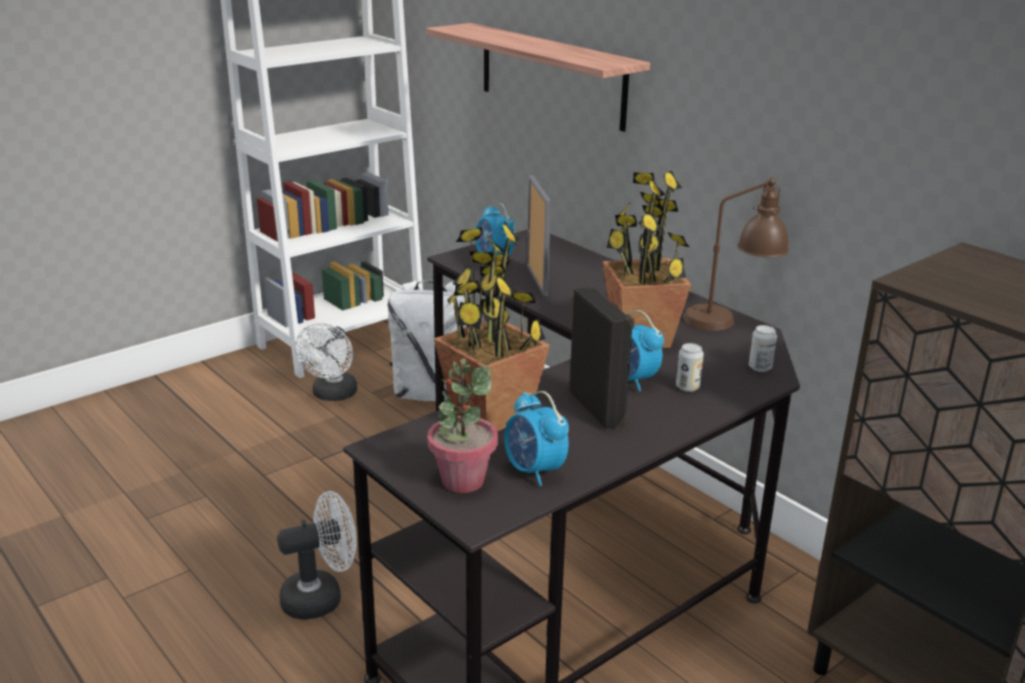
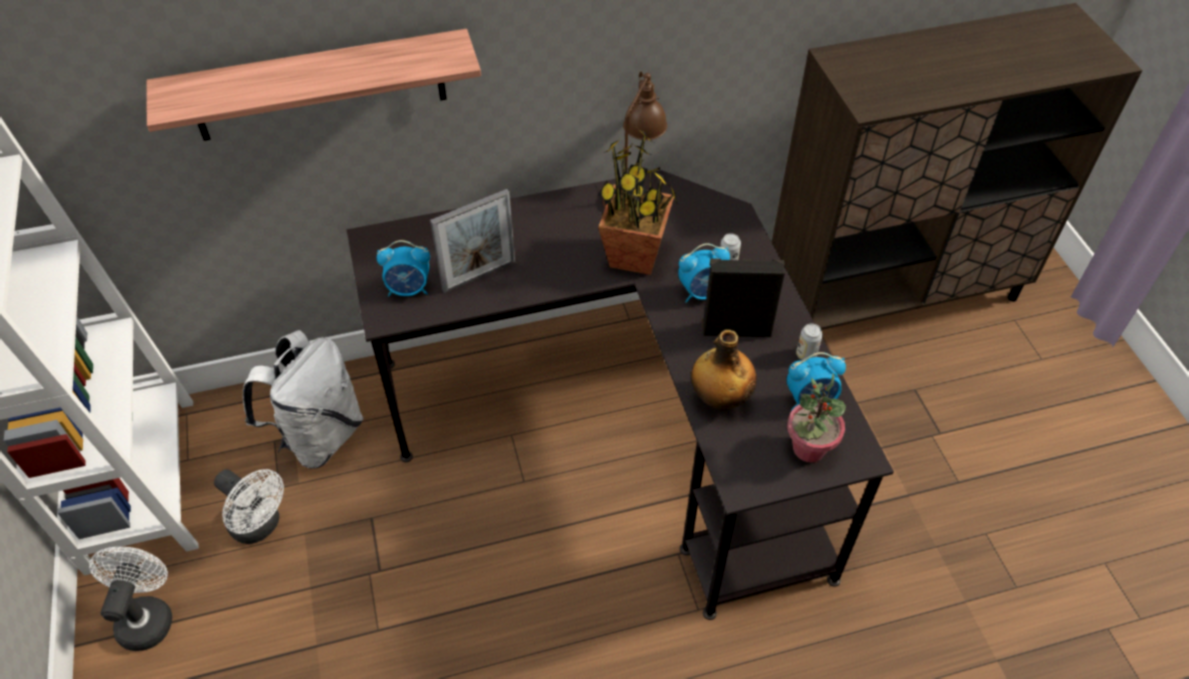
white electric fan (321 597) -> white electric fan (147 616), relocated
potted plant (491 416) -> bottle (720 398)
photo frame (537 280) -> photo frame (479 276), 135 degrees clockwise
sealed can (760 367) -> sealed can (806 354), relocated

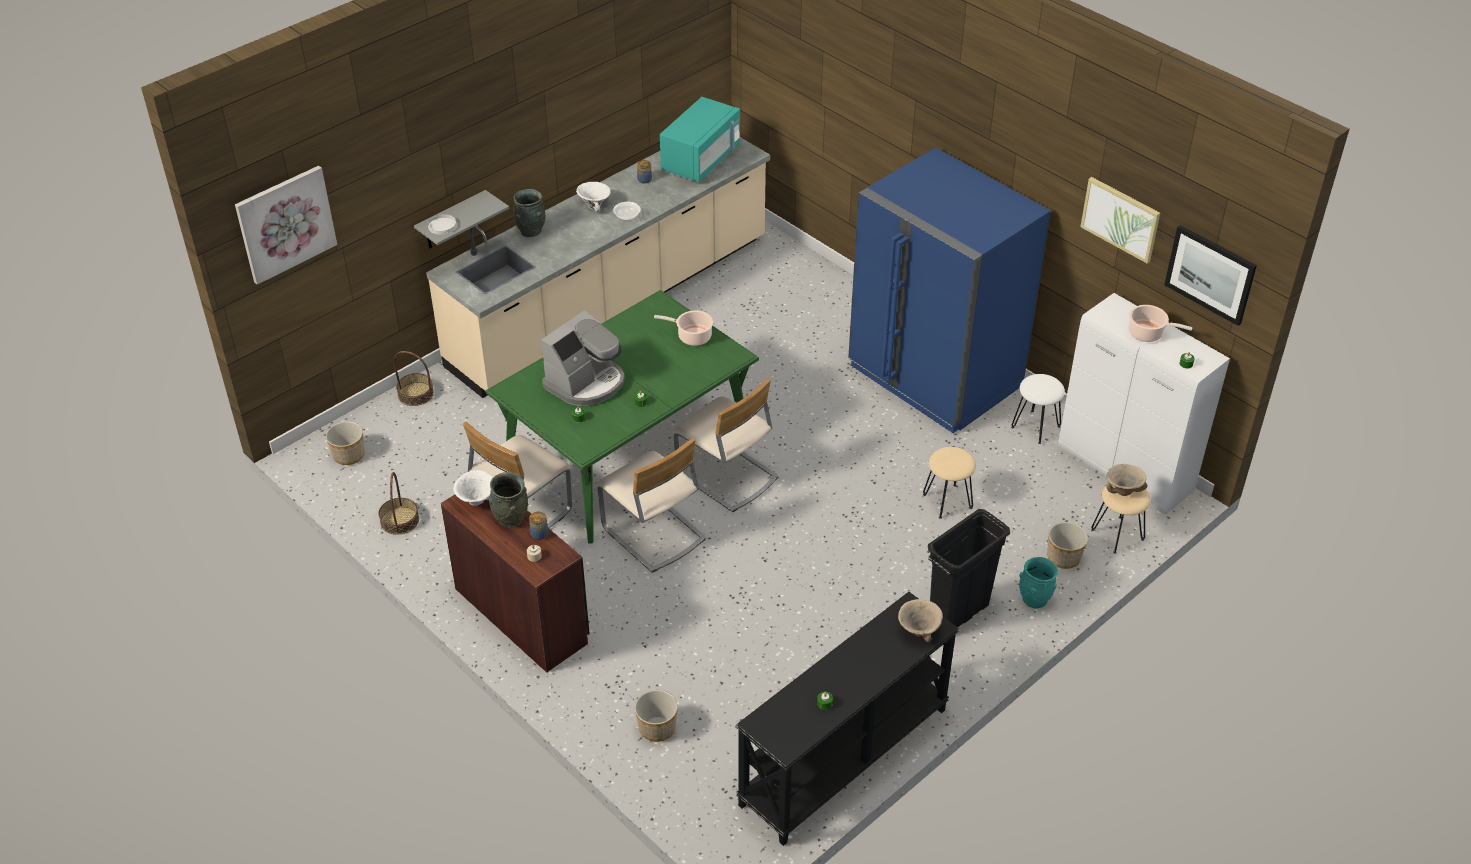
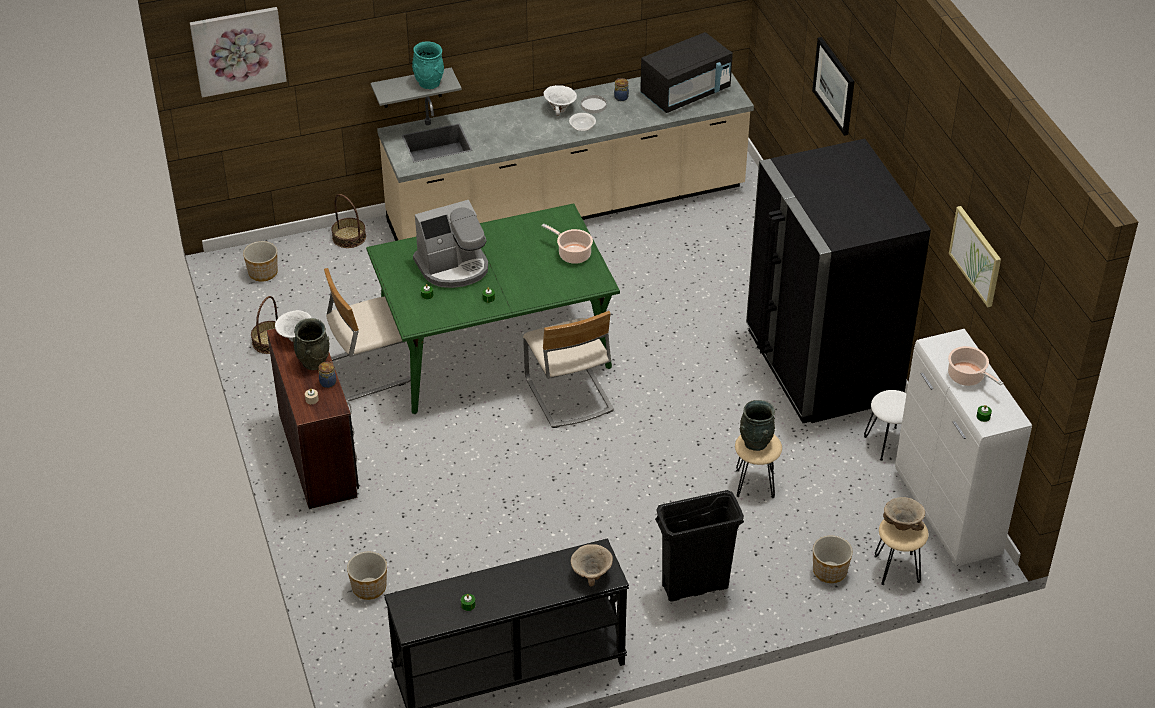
white flat dish (442 225) -> white flat dish (593 105), relocated
greyish flower vase (531 231) -> greyish flower vase (756 443), relocated
beige-coloured plain chair (653 534) -> none
blue-green kitchen microwave (701 160) -> black-coloured kitchen microwave (685 93)
bluish kitchen fridge (934 377) -> black-coloured kitchen fridge (822 366)
blue-green flower vase (1034 600) -> blue-green flower vase (428 83), relocated
wall art (1210 274) -> wall art (834 85), relocated

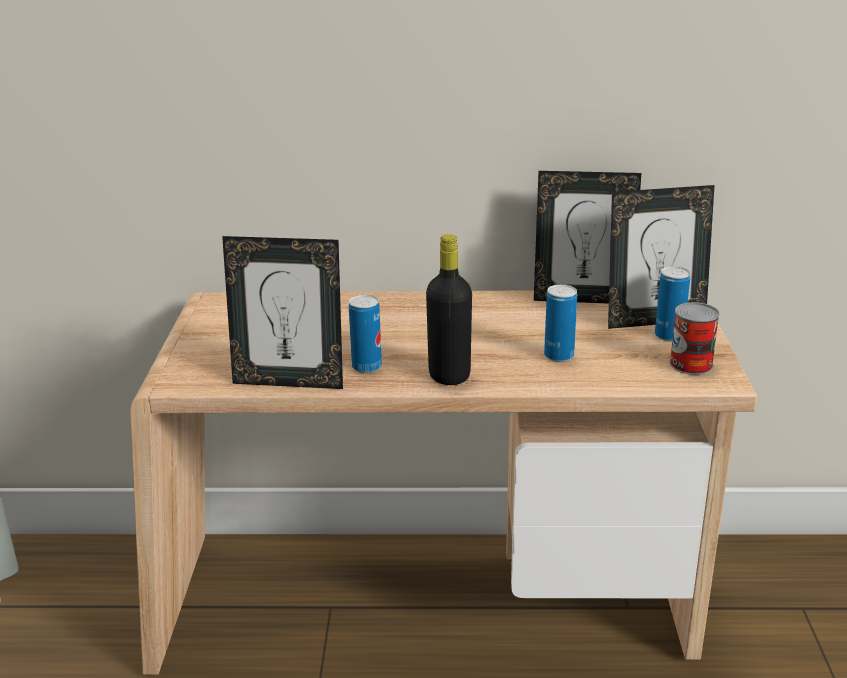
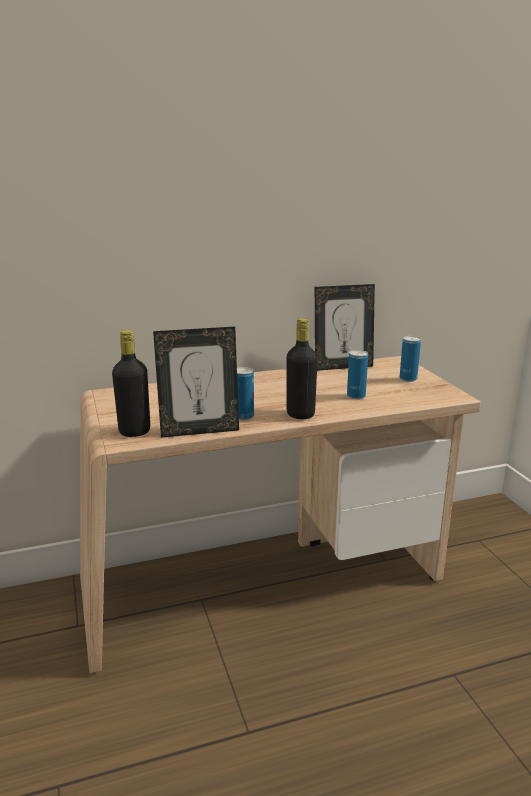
photo frame (654 320) -> none
sealed can (691 364) -> none
none -> black-coloured bottle (134 431)

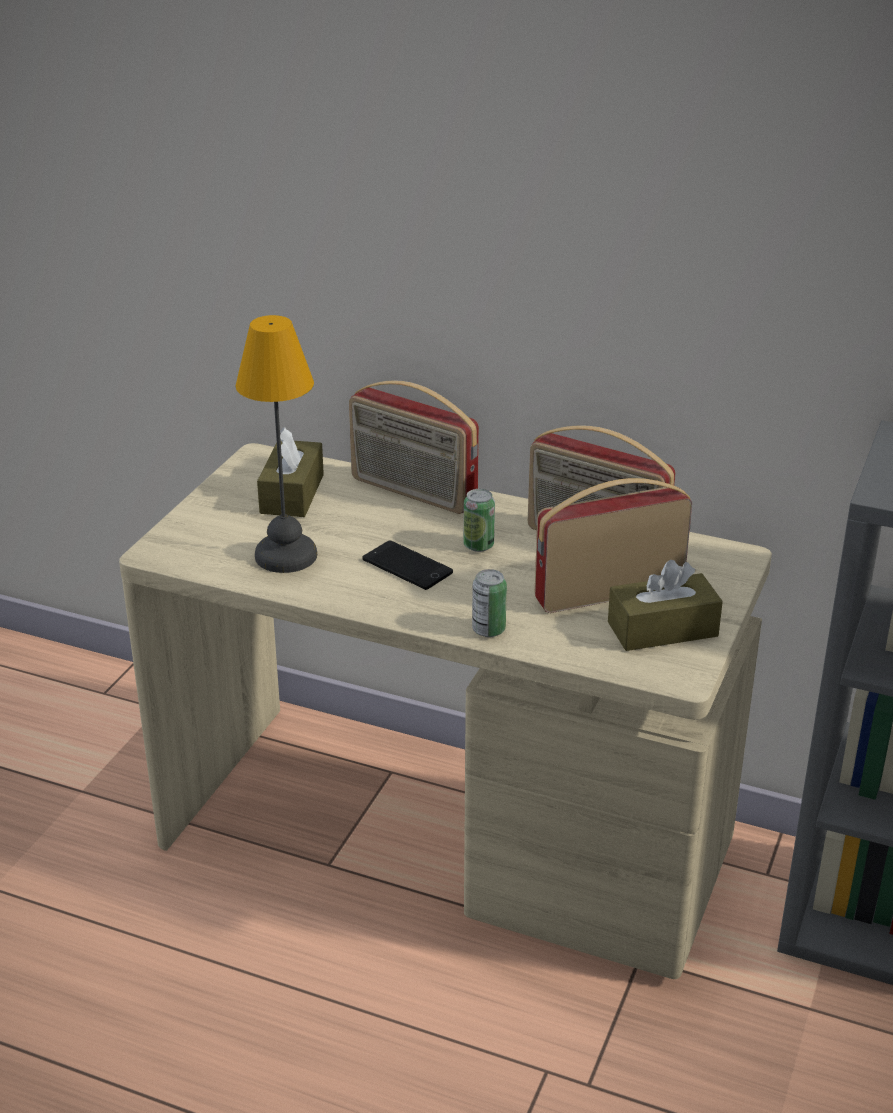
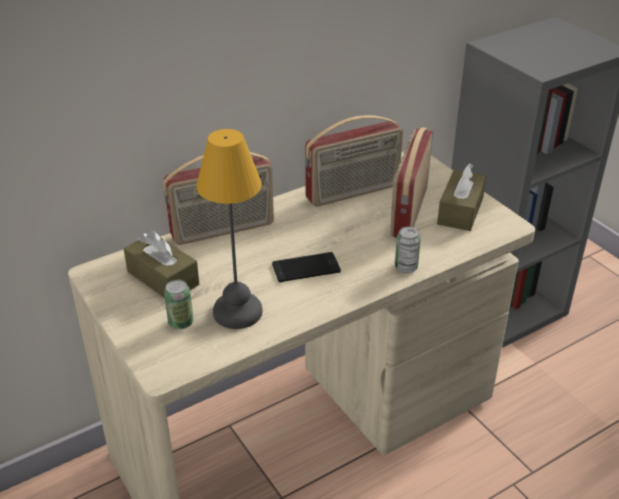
sealed can (478 545) -> sealed can (181 322), relocated

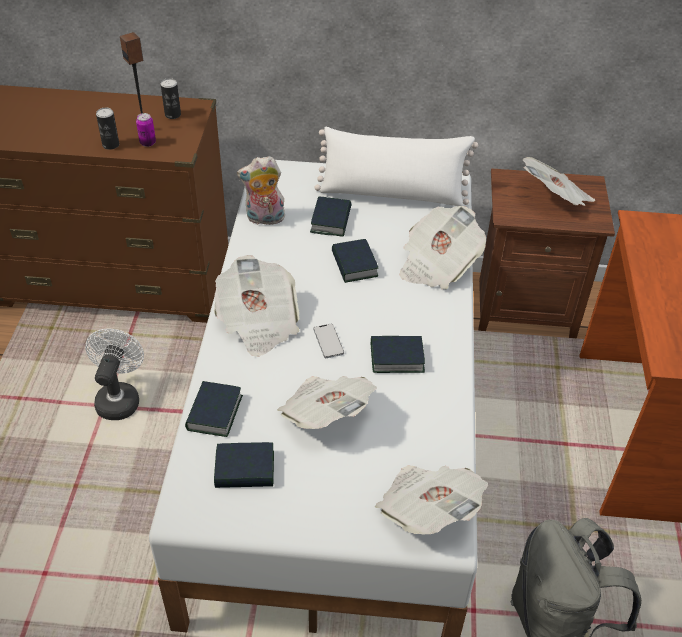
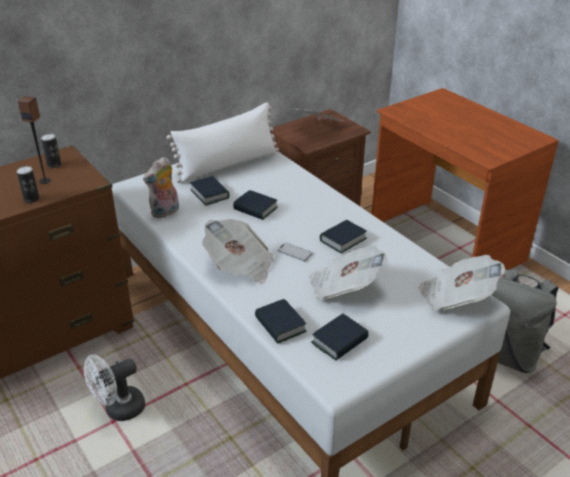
white electric fan (119 398) -> white electric fan (119 410), 90 degrees counterclockwise
sealed can (148 143) -> none
newspaper (437 265) -> none

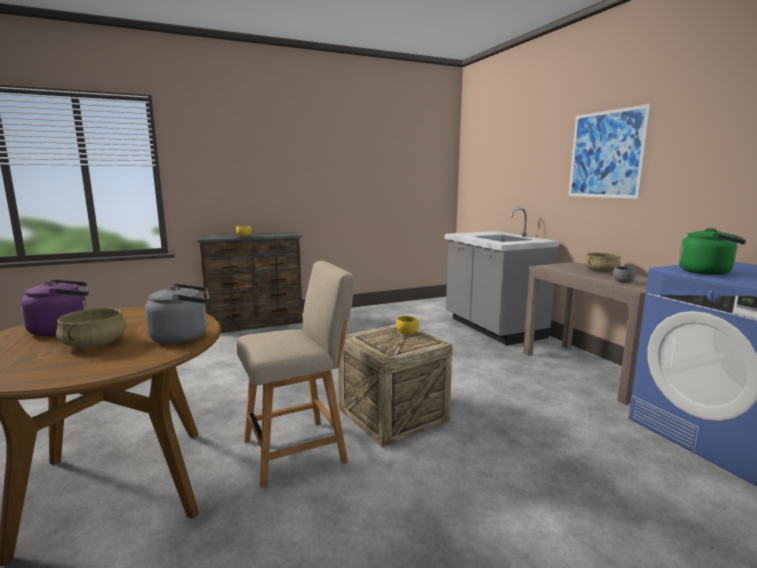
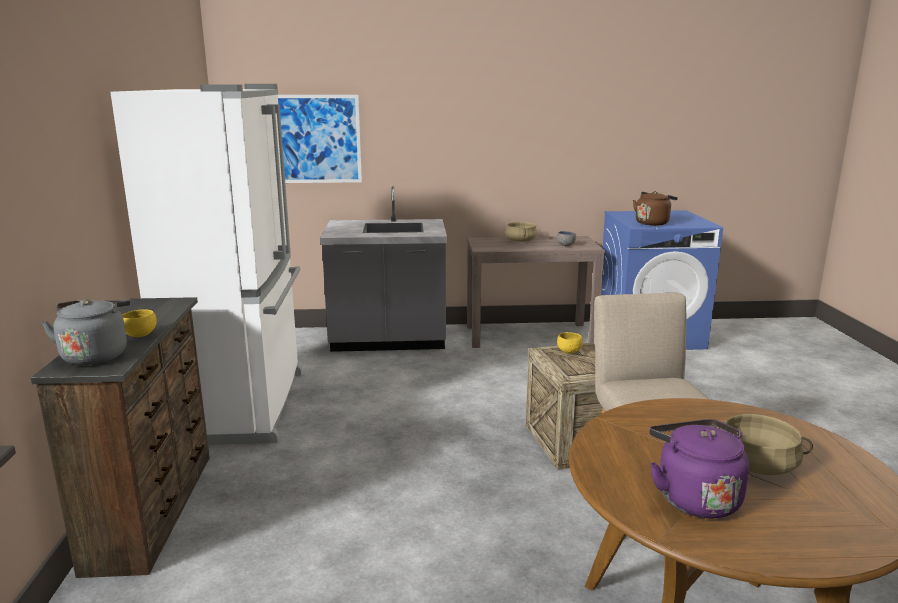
greyish kettle (183 337) -> greyish kettle (96 355), relocated
wall art (606 154) -> wall art (317 139), relocated
green kettle (708 272) -> brown-coloured kettle (652 223)
none -> white kitchen fridge (243 406)

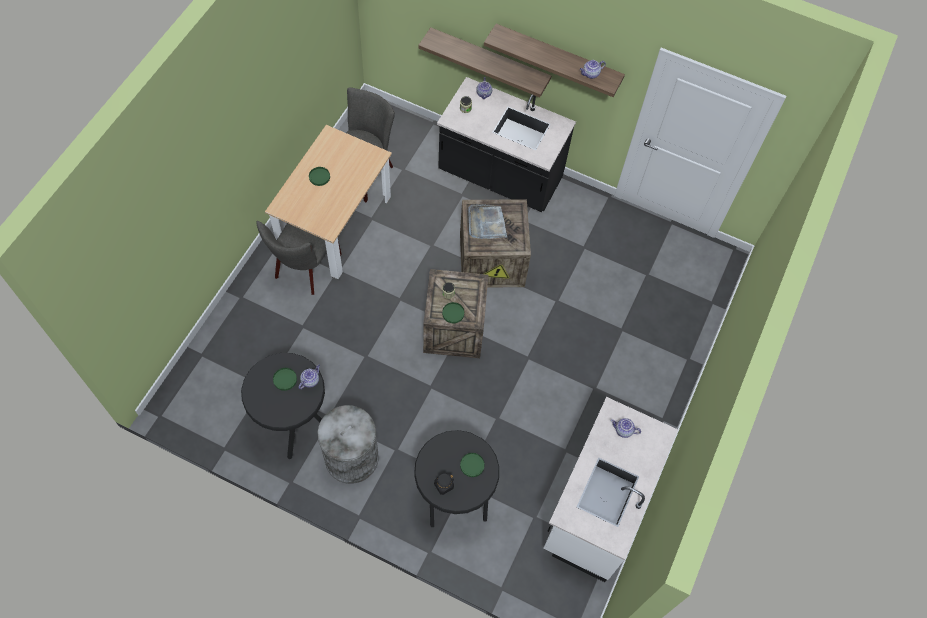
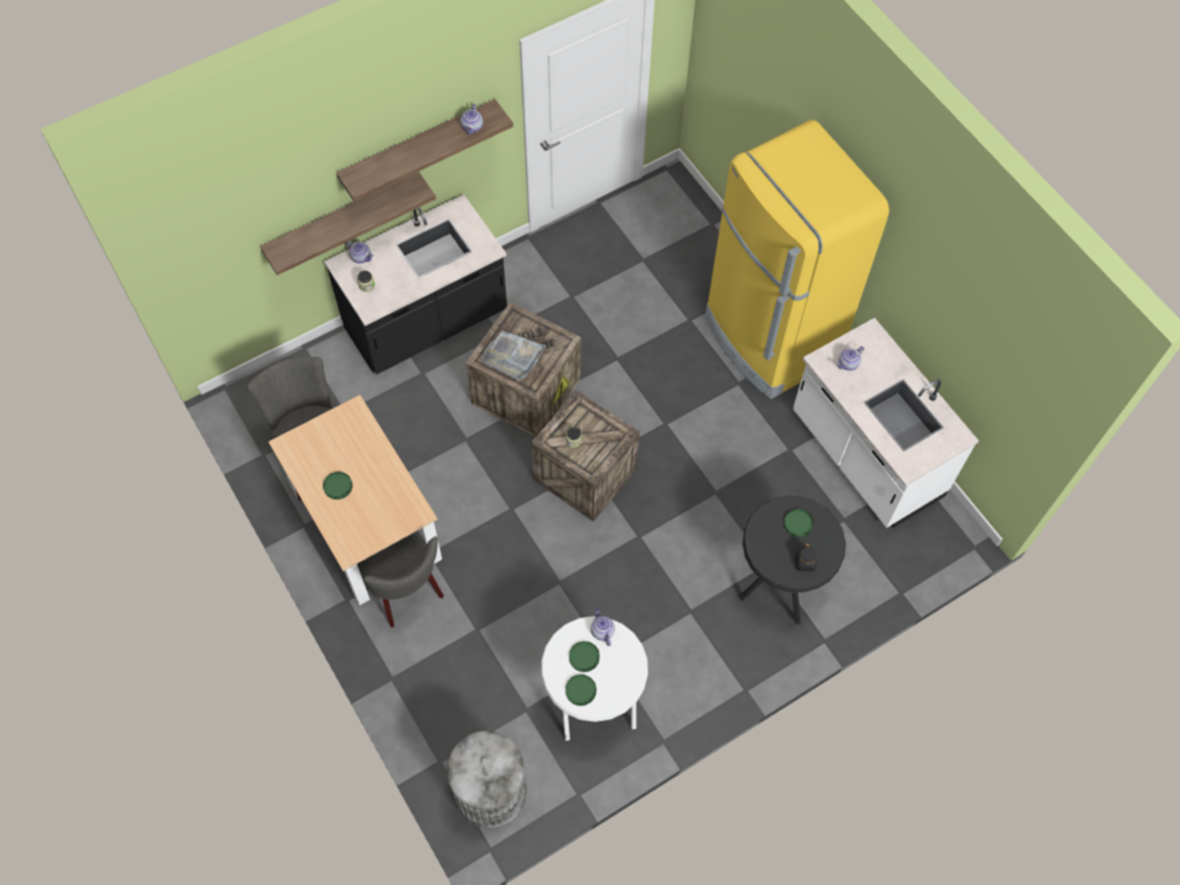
black-coloured stool (293 422) -> white stool (592 702)
greyish waste bin (351 458) -> greyish waste bin (491 793), relocated
green flat dish (453 313) -> green flat dish (580 690), relocated
none -> yellow-coloured kitchen fridge (770 339)

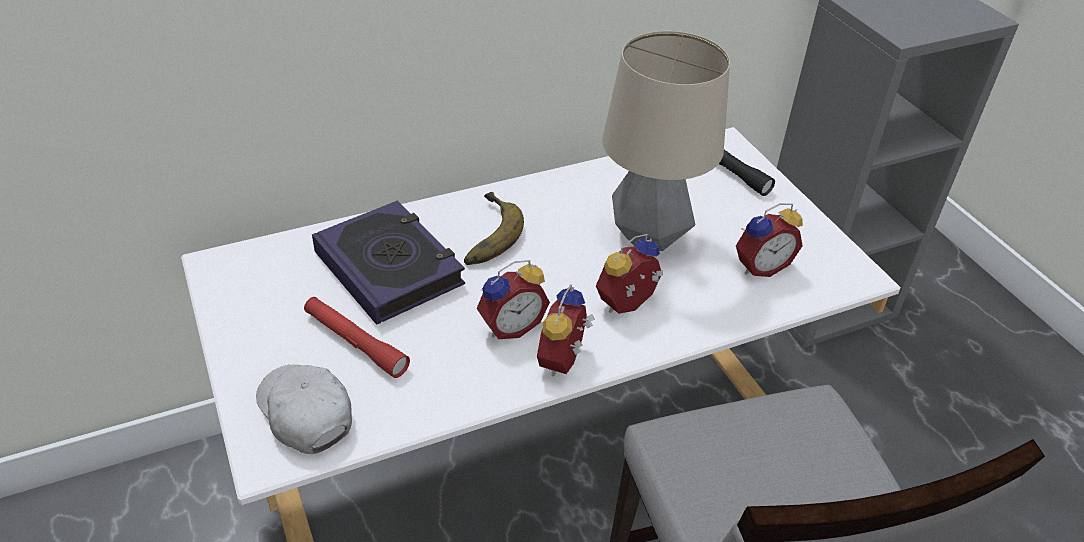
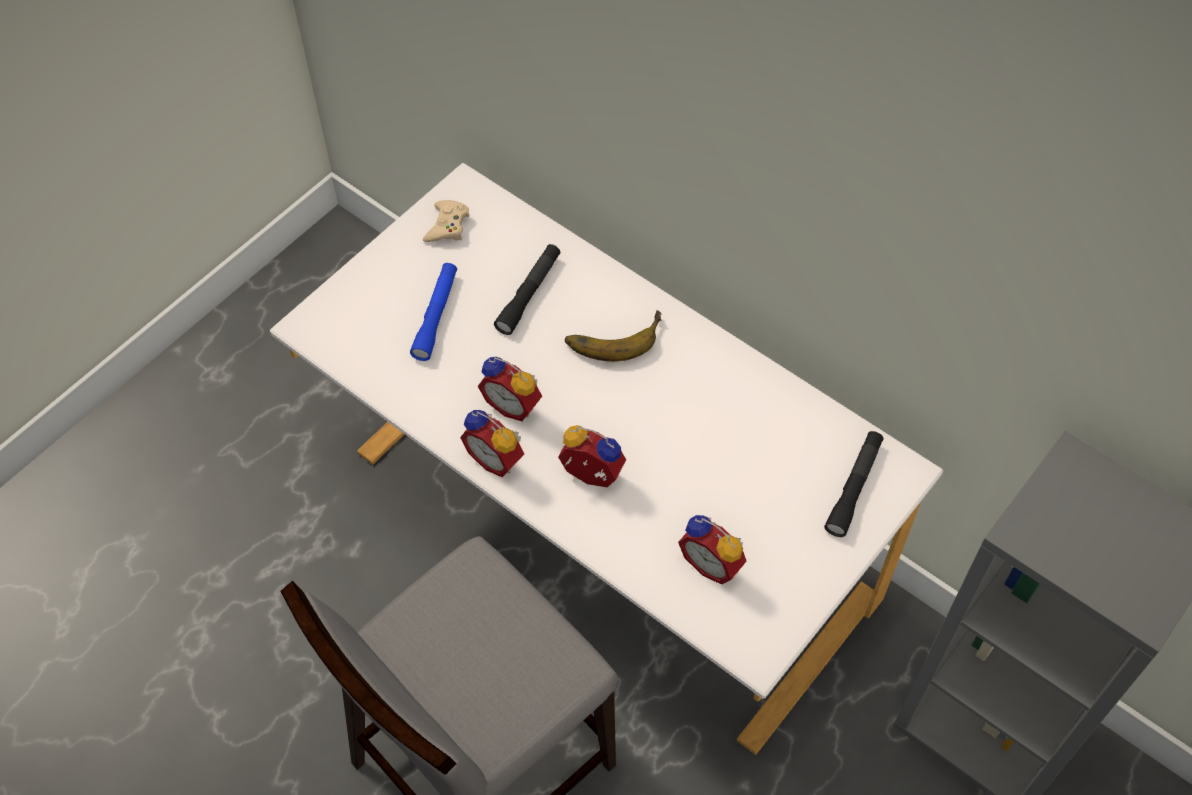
white baseball cap (305 413) -> none
red hand torch (355 343) -> bluish hand torch (436 316)
bound book (389 268) -> black-coloured hand torch (529 294)
alarm clock (565 361) -> alarm clock (497 458), 135 degrees counterclockwise
tabletop lamp (649 238) -> none
none -> beige-coloured joypad (447 226)

